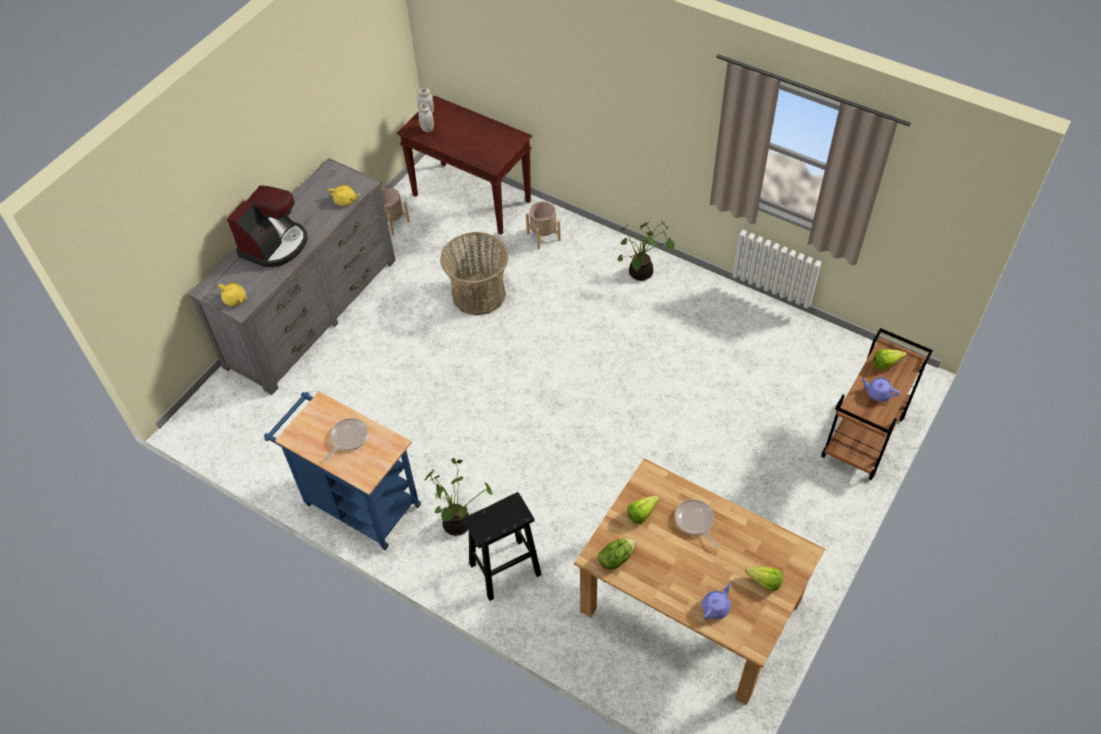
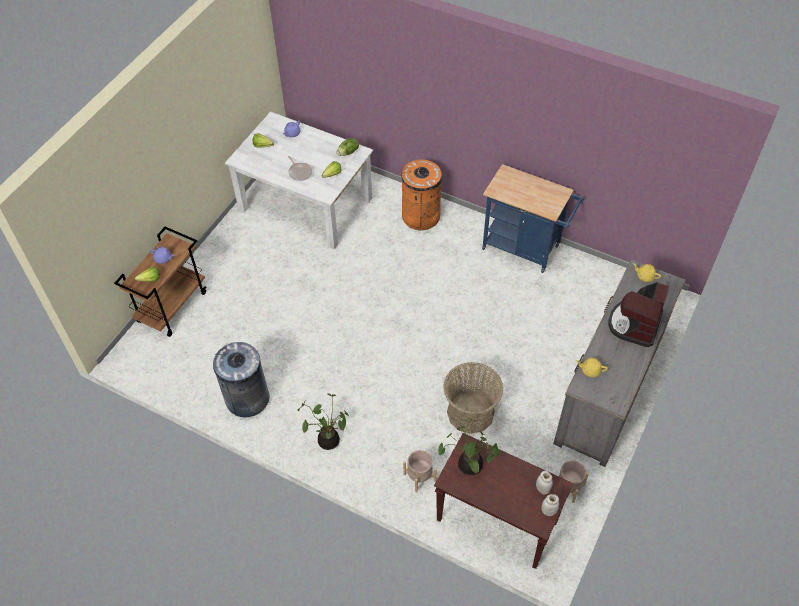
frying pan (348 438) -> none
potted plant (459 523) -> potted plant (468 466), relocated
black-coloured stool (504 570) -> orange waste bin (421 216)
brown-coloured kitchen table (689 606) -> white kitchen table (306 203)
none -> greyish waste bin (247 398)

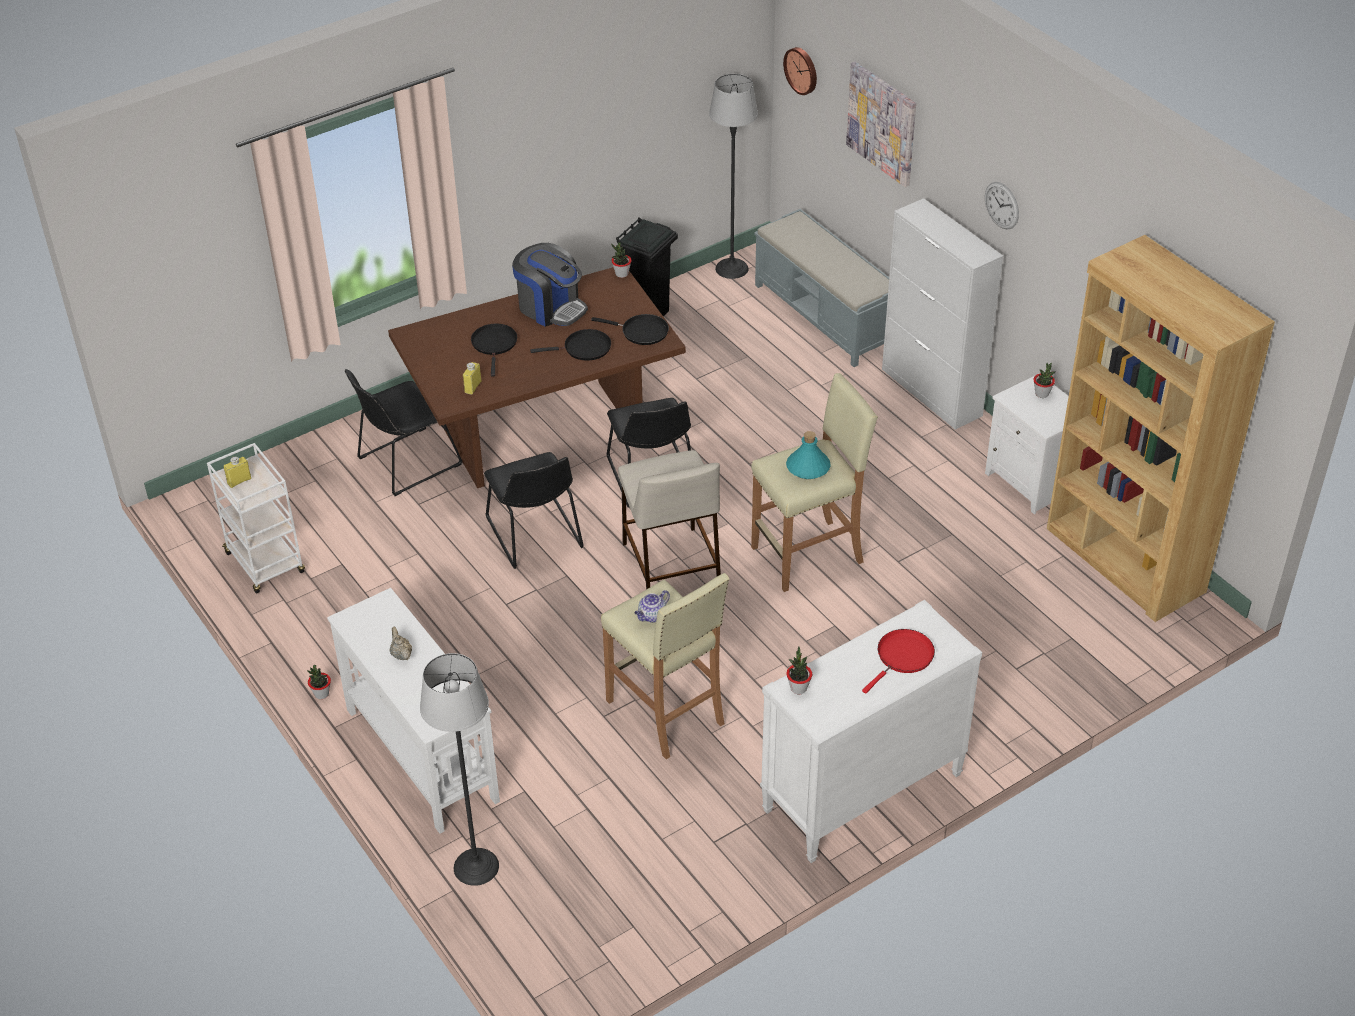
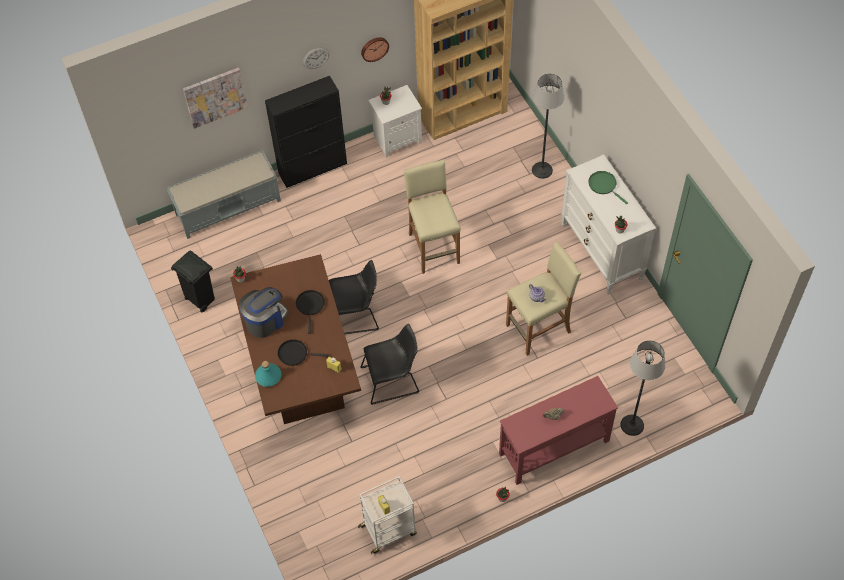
white hall table (421 753) -> red hall table (553 447)
black-coloured plain chair (405 463) -> none
black-coloured frying pan (641 332) -> none
beige-coloured stool (670 565) -> none
standard lamp (731 269) -> standard lamp (542 170), relocated
hanging clock (802 70) -> hanging clock (374 48), relocated
blue-green bottle (808 467) -> blue-green bottle (268 376), relocated
red frying pan (903 657) -> green frying pan (604 185)
white cupboard (931 393) -> black-coloured cupboard (313 168)

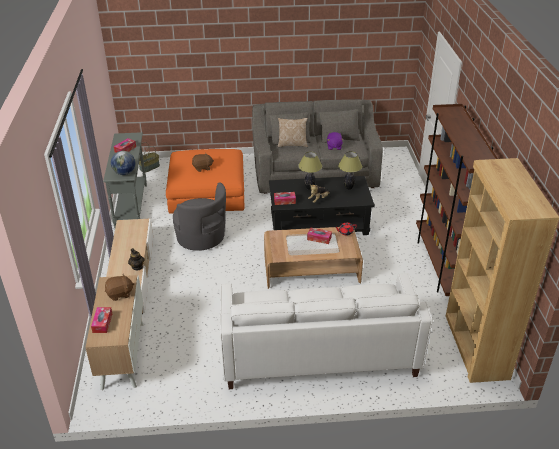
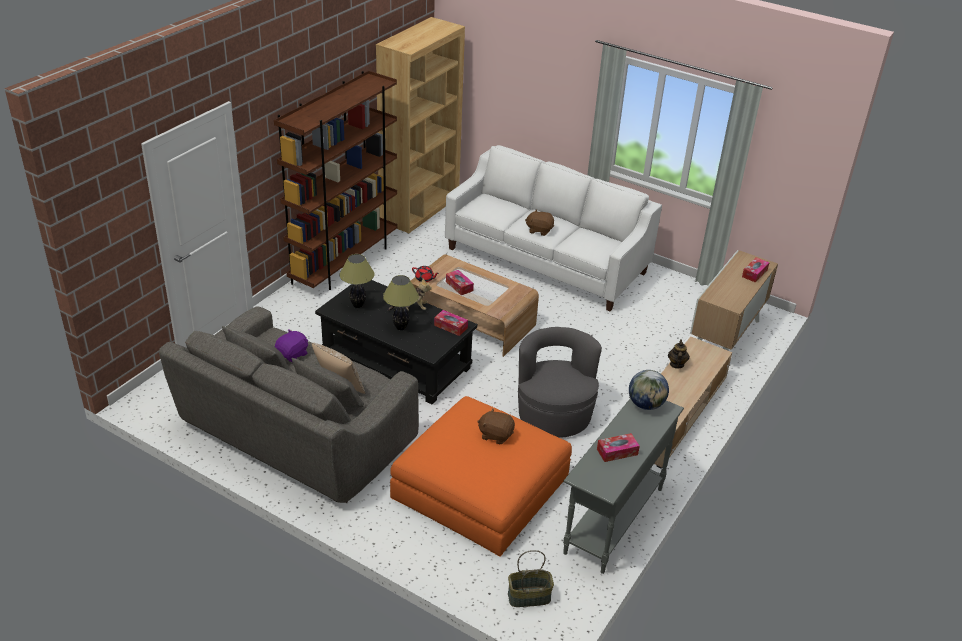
brown-coloured cuddly toy (120 294) -> brown-coloured cuddly toy (539 230), relocated

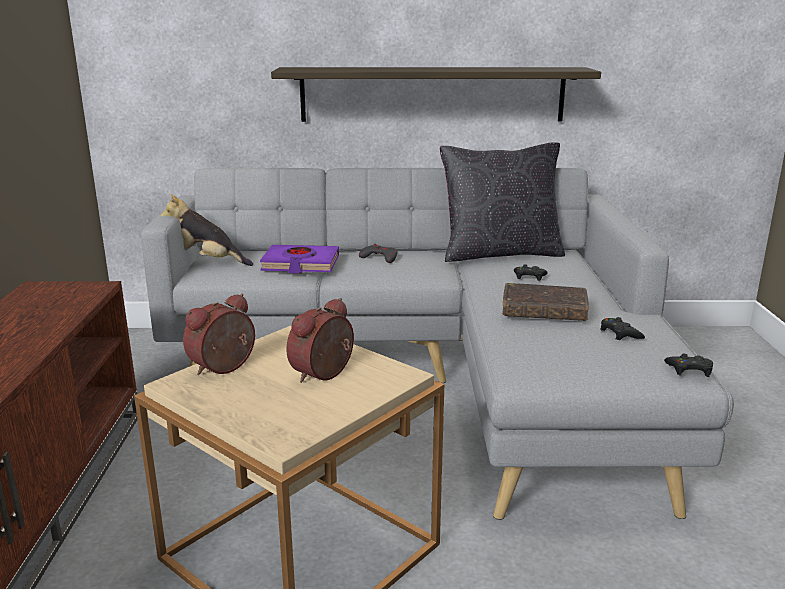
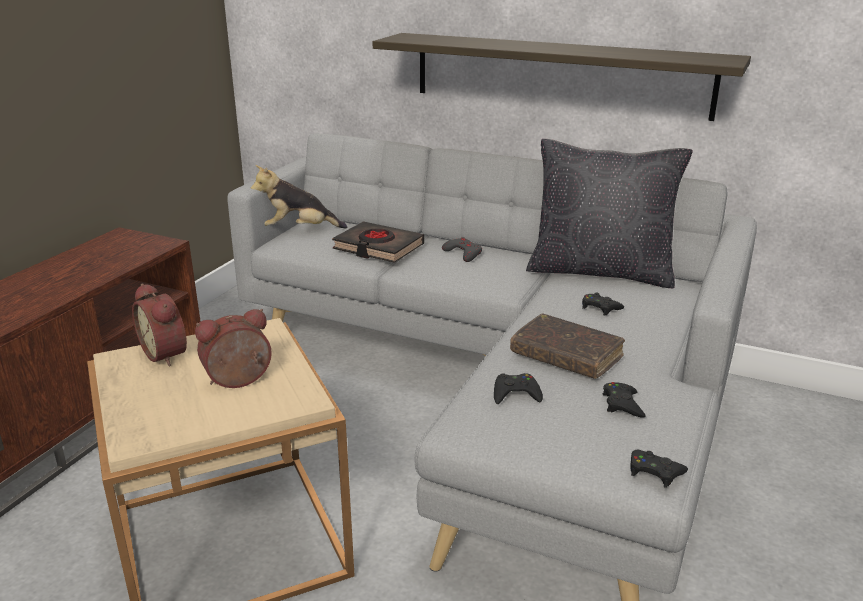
cuddly toy (208 262) -> cuddly toy (299 230), 45 degrees counterclockwise
alarm clock (225 368) -> alarm clock (167 353), 105 degrees counterclockwise
purple bound book (300 264) -> black-coloured bound book (378 247)
none -> black-coloured joypad (515 394)

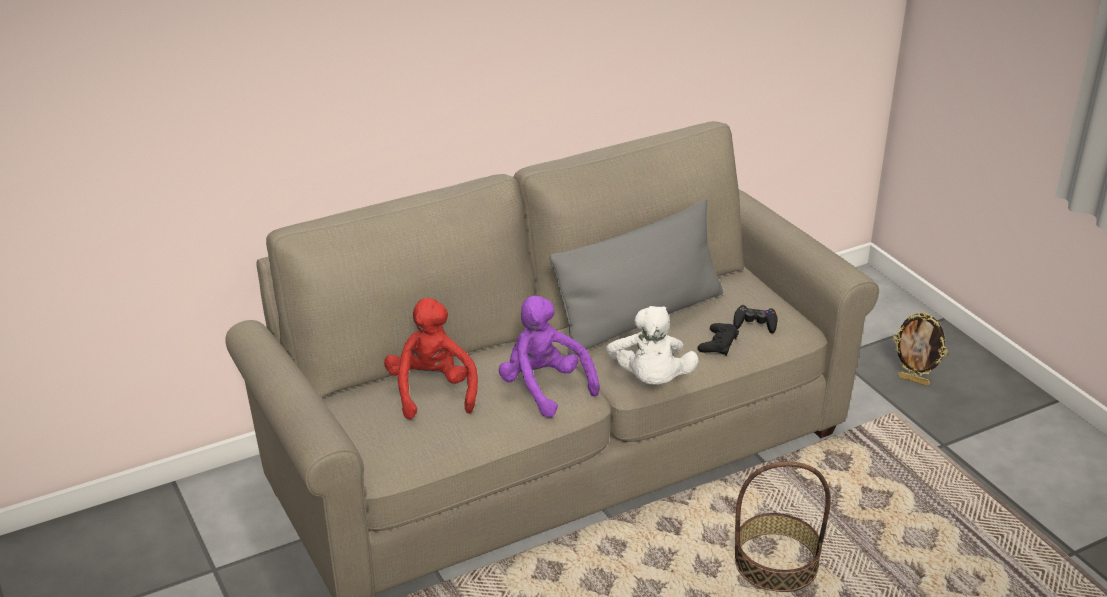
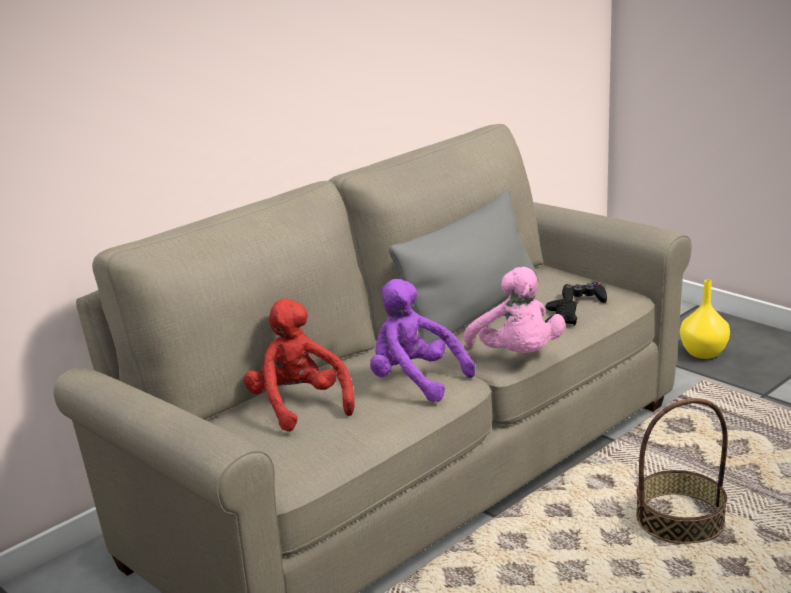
white cuddly toy (650 380) -> pink cuddly toy (516 356)
photo frame (913 380) -> yellow-coloured flower vase (704 353)

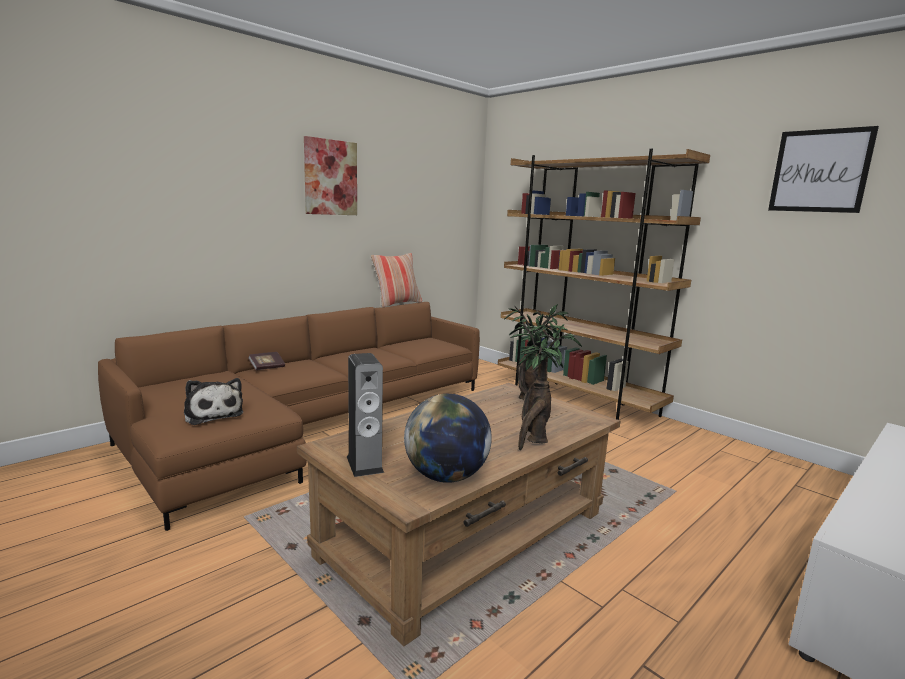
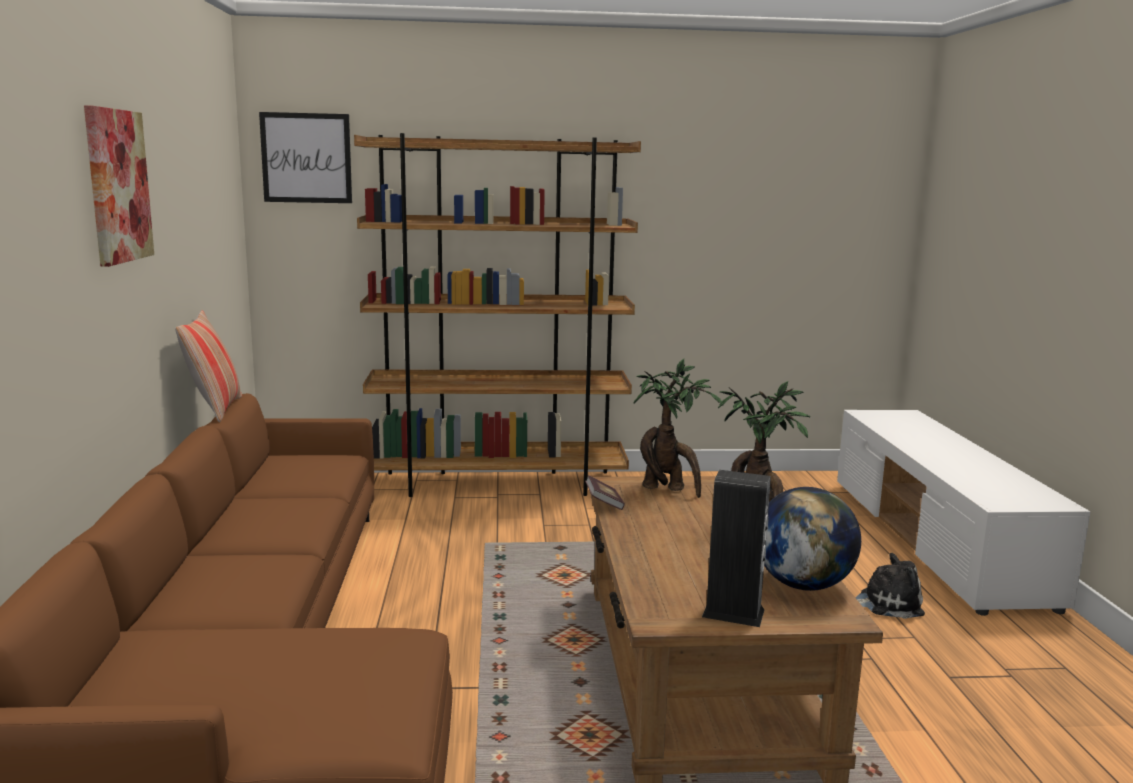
cuddly toy (213 414) -> cuddly toy (886 603), relocated
bound book (267 367) -> bound book (604 504), relocated
wall art (820 171) -> wall art (306 158), relocated

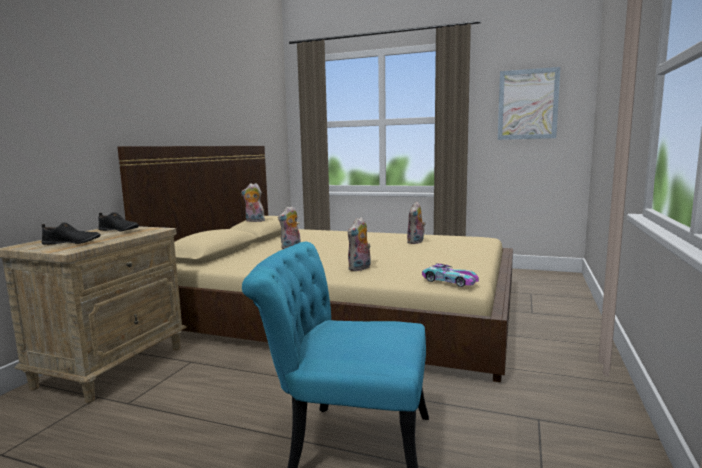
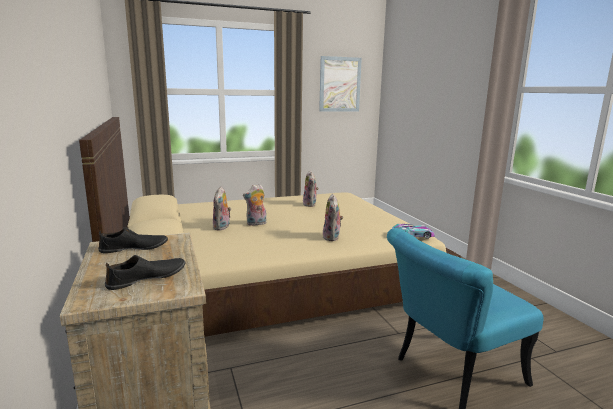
cuddly toy (254 221) -> cuddly toy (256 224), relocated

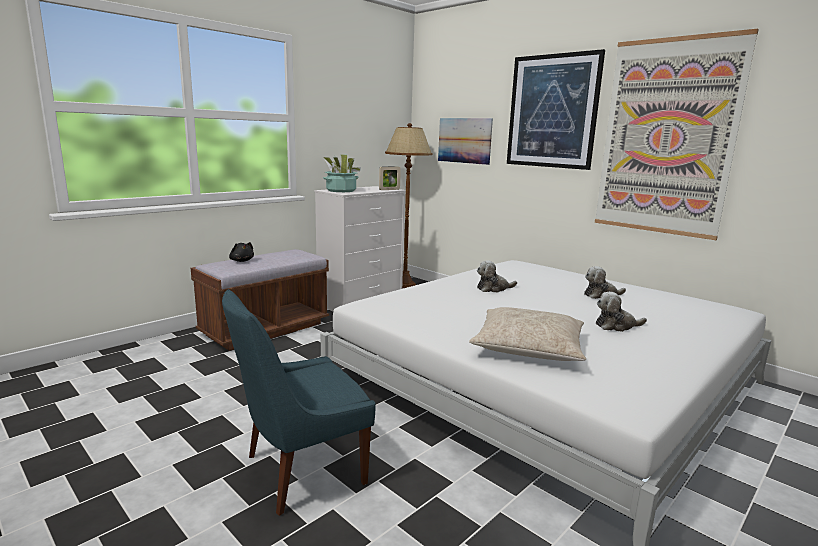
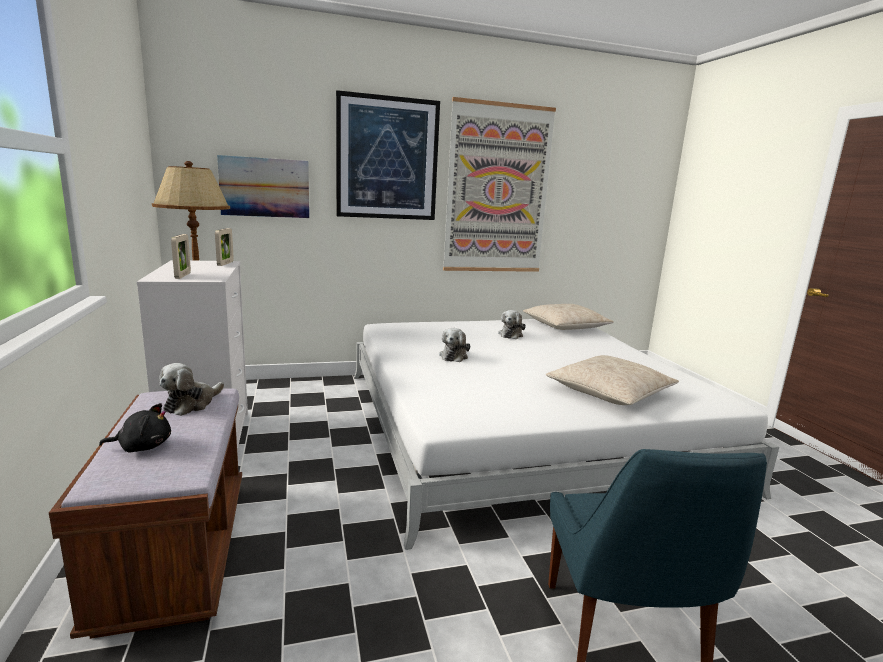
potted plant (341 190) -> photo frame (183 275)
cuddly toy (616 326) -> cuddly toy (191 404), relocated
none -> beige-coloured pillow (565 326)

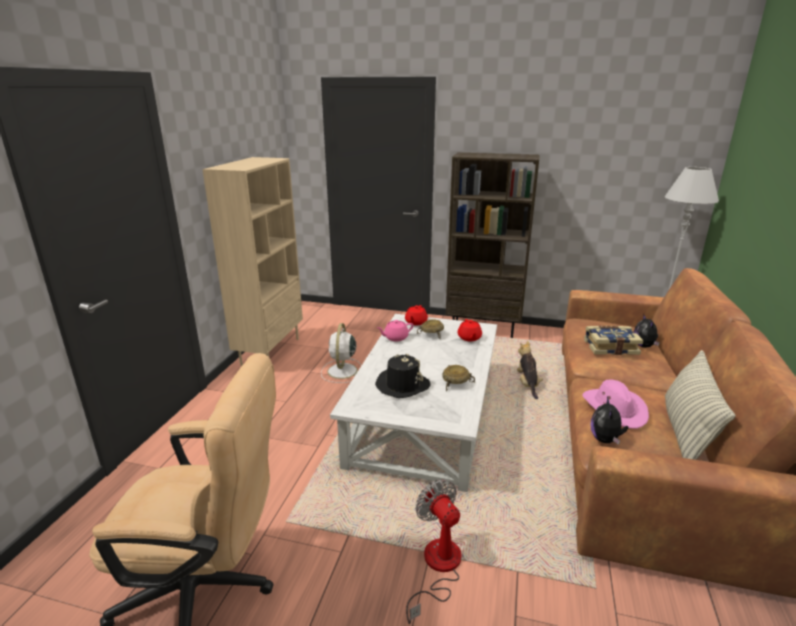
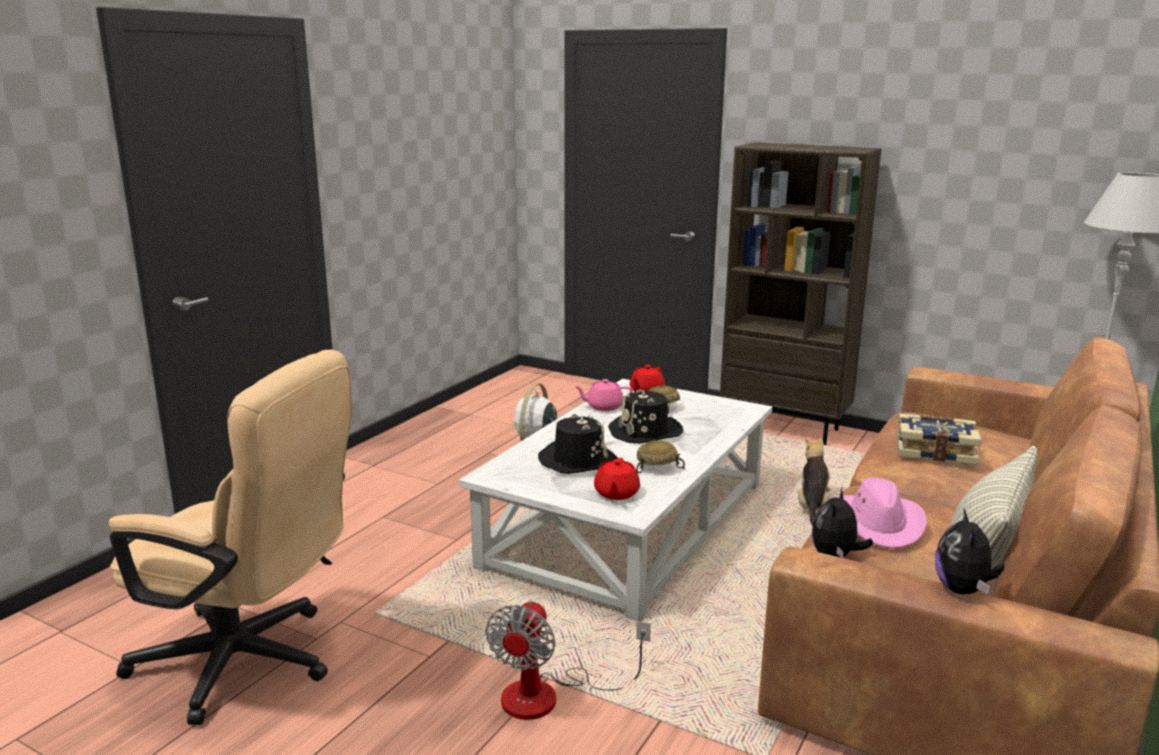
beige-coloured bookshelf (270 351) -> none
electric fan (437 567) -> electric fan (549 695), 150 degrees counterclockwise
red tea pot (469 338) -> red tea pot (616 493), relocated
cuddly toy (644 346) -> cuddly toy (963 590), relocated
none -> black-coloured hat (645 431)

